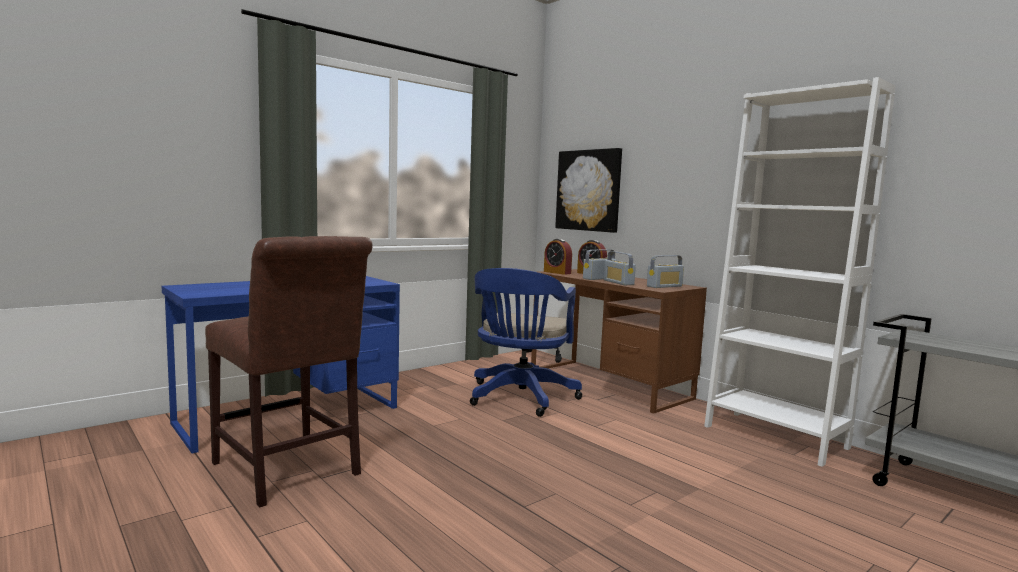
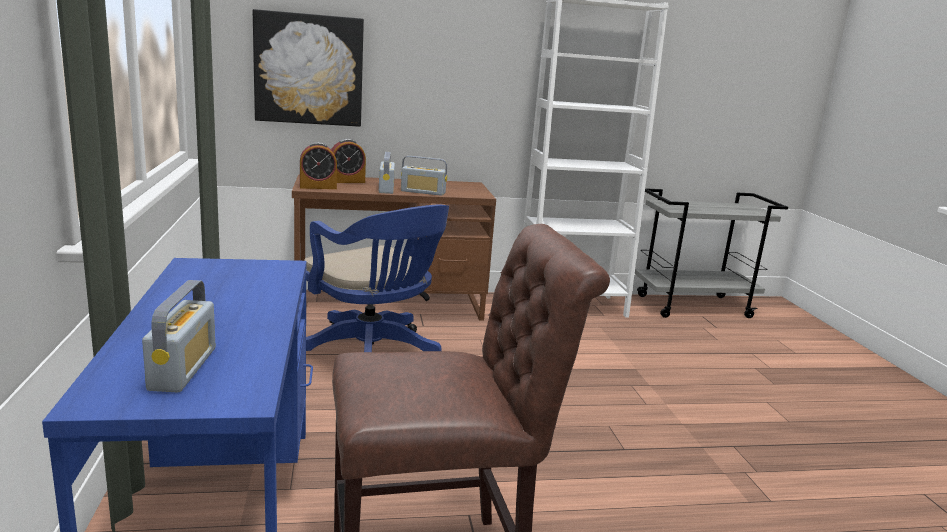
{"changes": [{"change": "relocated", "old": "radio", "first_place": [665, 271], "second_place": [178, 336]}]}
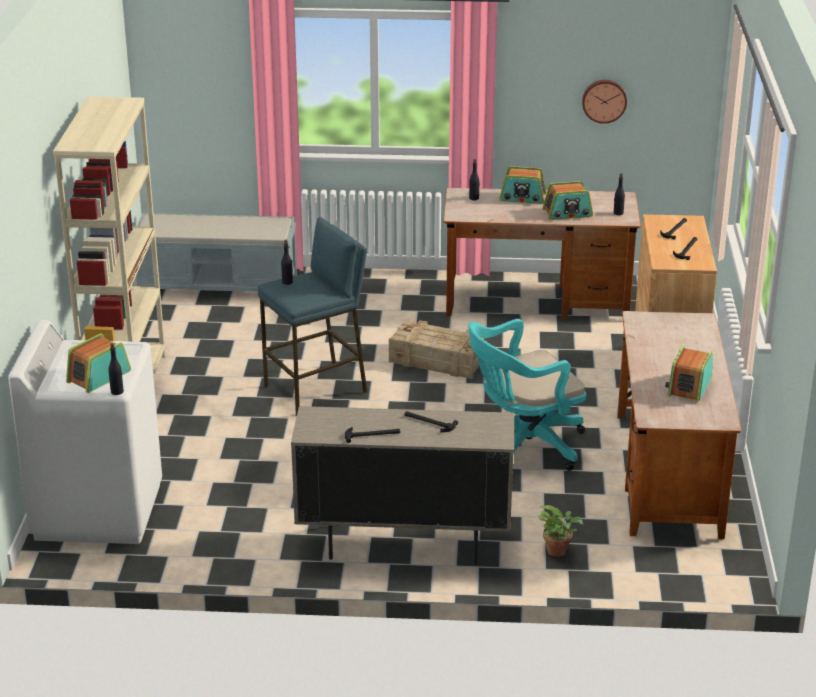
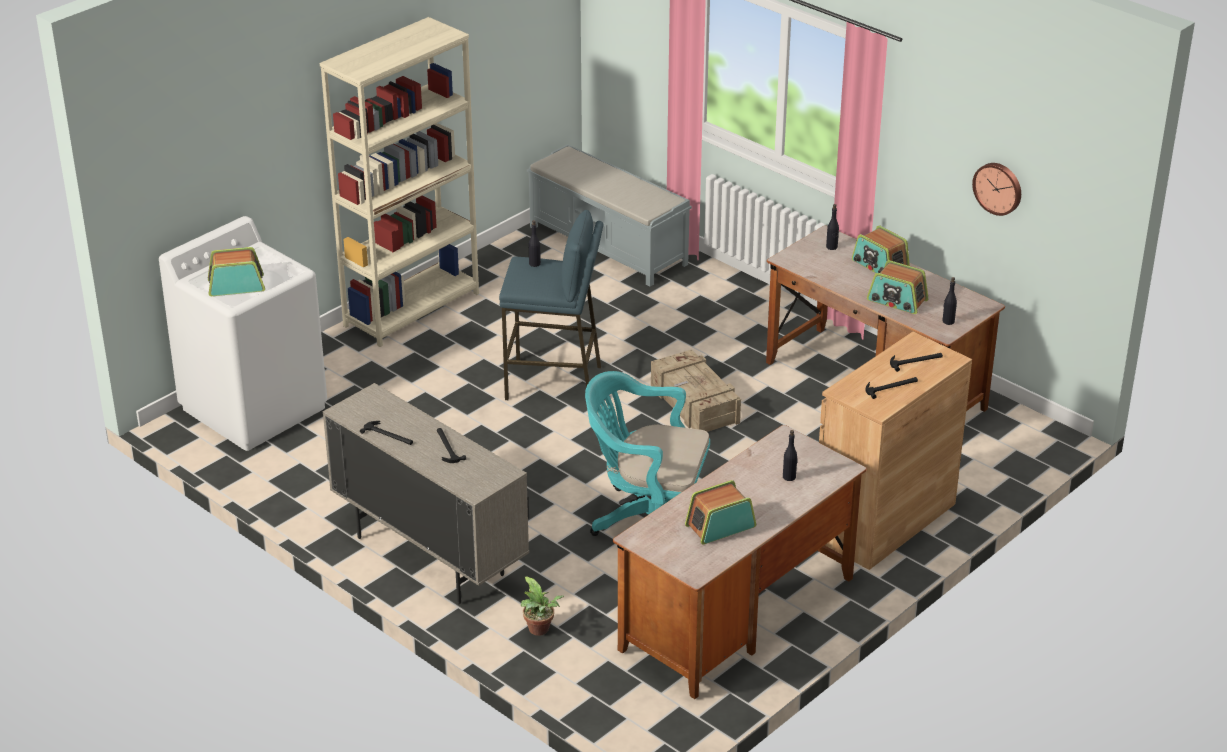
{"changes": [{"change": "relocated", "old": "bouteille (noir)", "first_place": [116, 369], "second_place": [790, 455]}]}
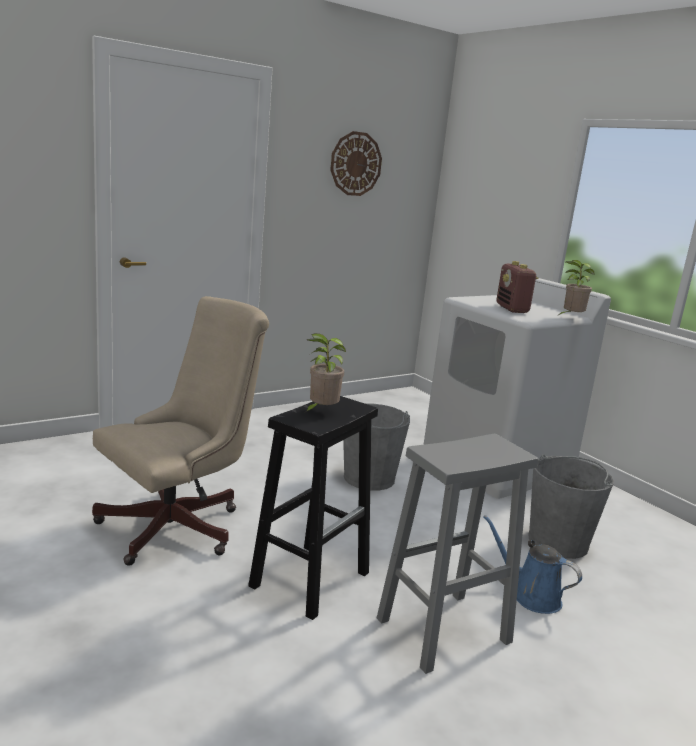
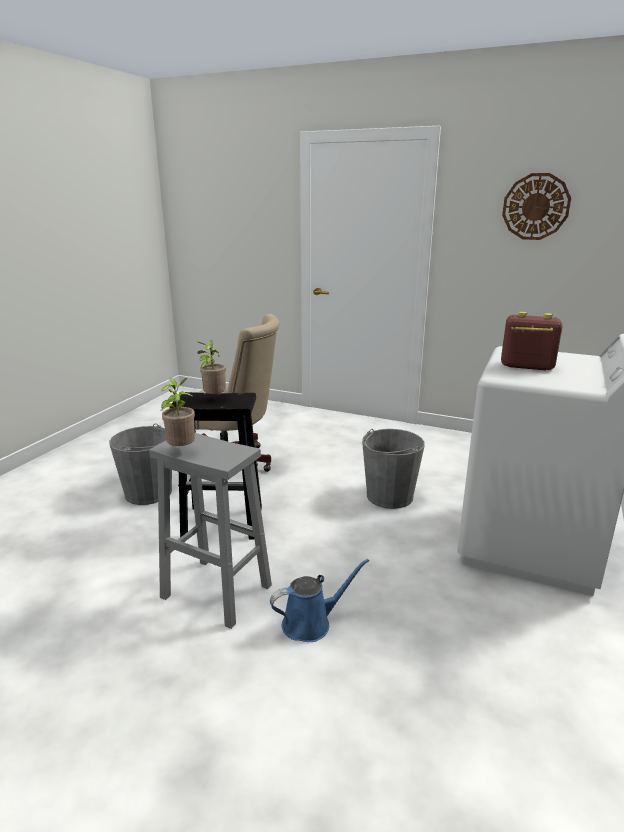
{"changes": [{"change": "relocated", "old": "seau (gris)", "first_place": [571, 506], "second_place": [140, 464]}, {"change": "relocated", "old": "plante en pot", "first_place": [576, 288], "second_place": [178, 412]}, {"change": "spun", "old": "arrosoir (bleu)", "first_place": [533, 564], "second_place": [319, 600], "degrees": 60}, {"change": "spun", "old": "radio", "first_place": [517, 287], "second_place": [531, 341], "degrees": 60}]}
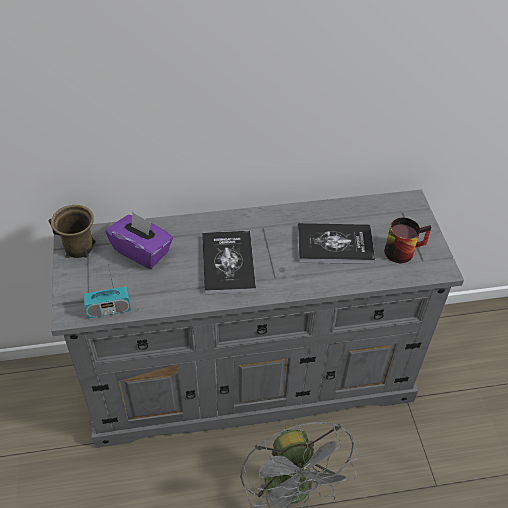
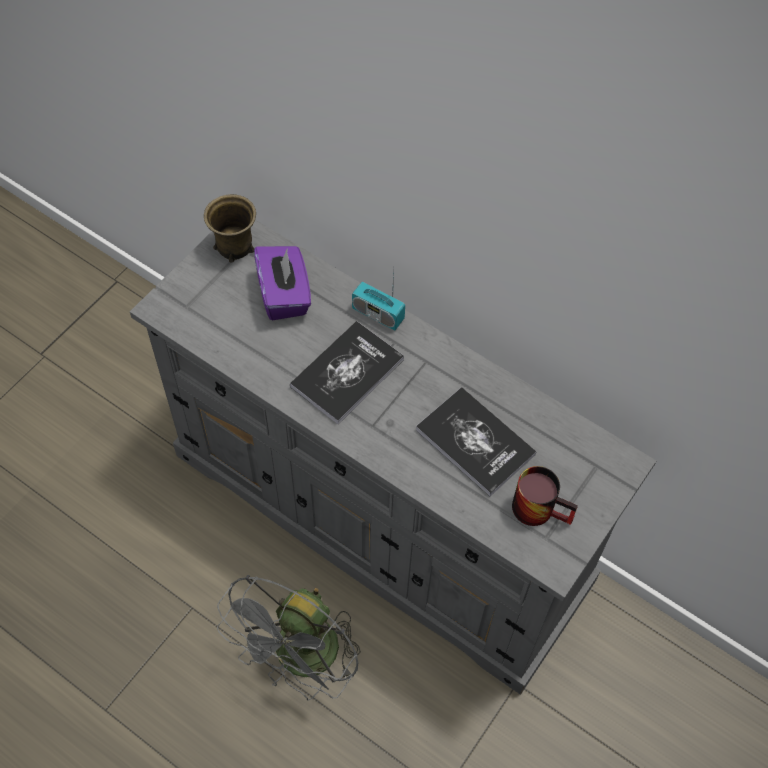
{"changes": [{"change": "relocated", "old": "radio", "first_place": [107, 289], "second_place": [378, 300]}]}
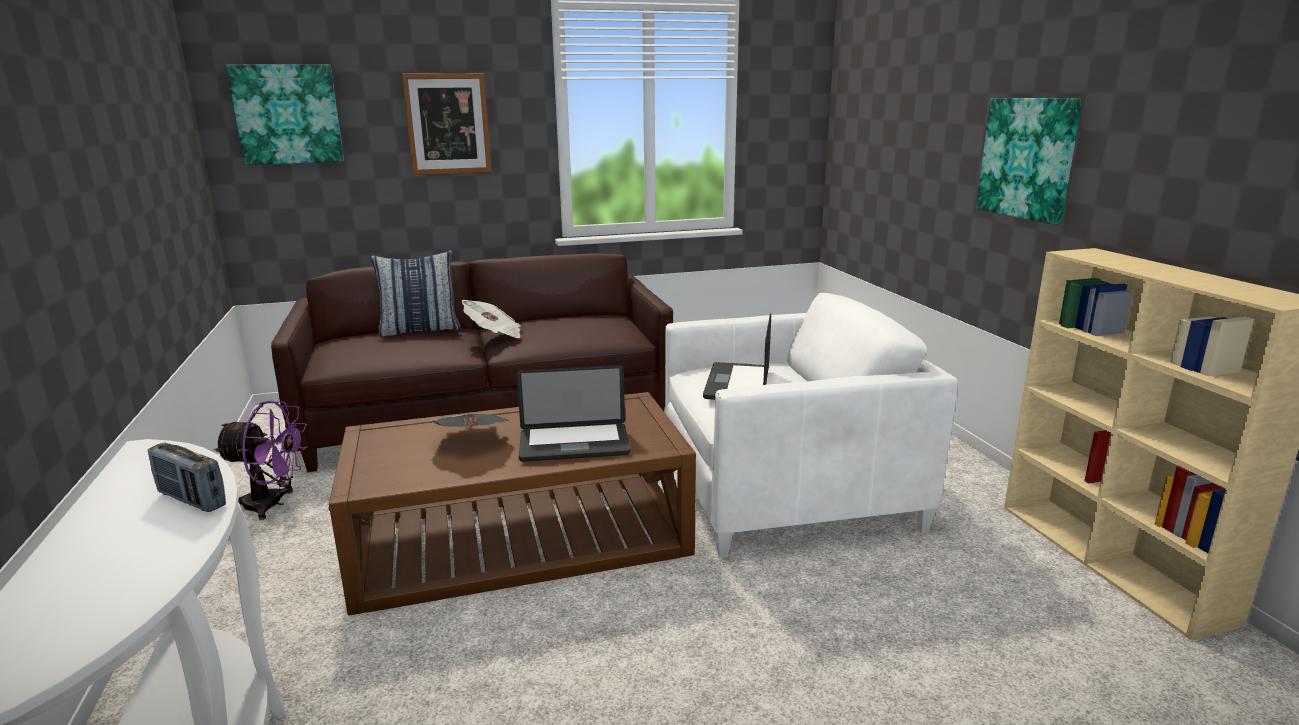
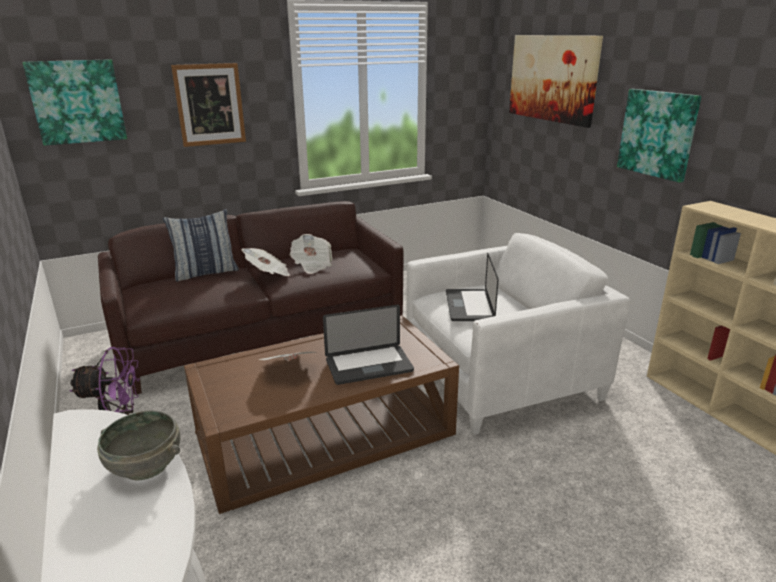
{"changes": [{"change": "appeared", "new": "journal", "second_place": [311, 254]}, {"change": "appeared", "new": "tableau", "second_place": [556, 81]}, {"change": "exchanged", "old": "radio", "new": "bol (gris)", "first_place": [187, 477], "second_place": [138, 445]}]}
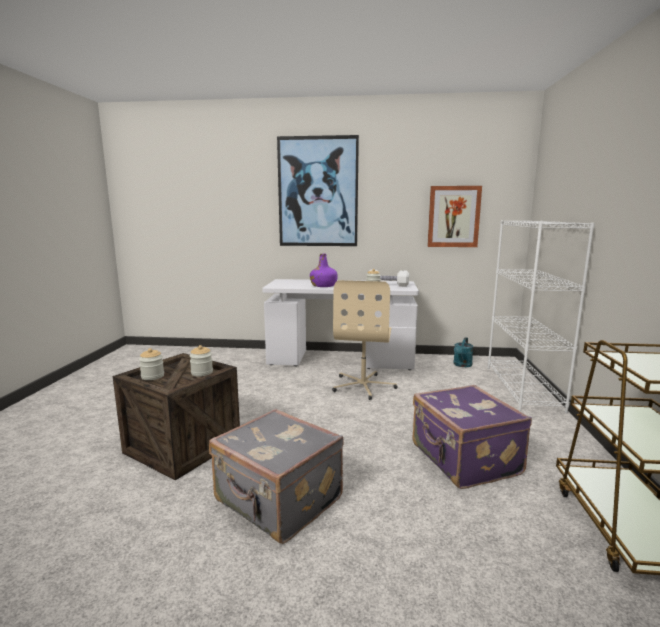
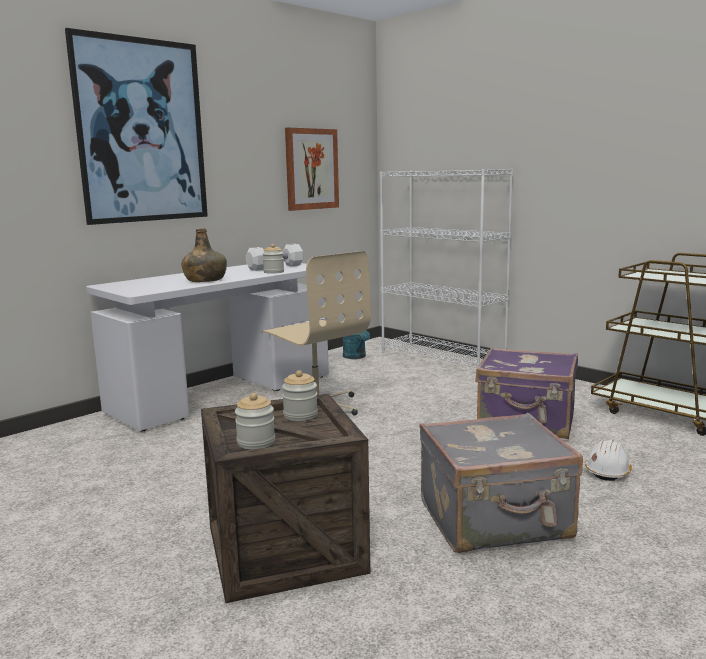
{"changes": [{"change": "appeared", "new": "casque de chantier (blanc)", "second_place": [608, 460]}, {"change": "colour", "old": "bouteille (violet)", "new": "bouteille (vert)", "first_place": [324, 270], "second_place": [204, 255]}]}
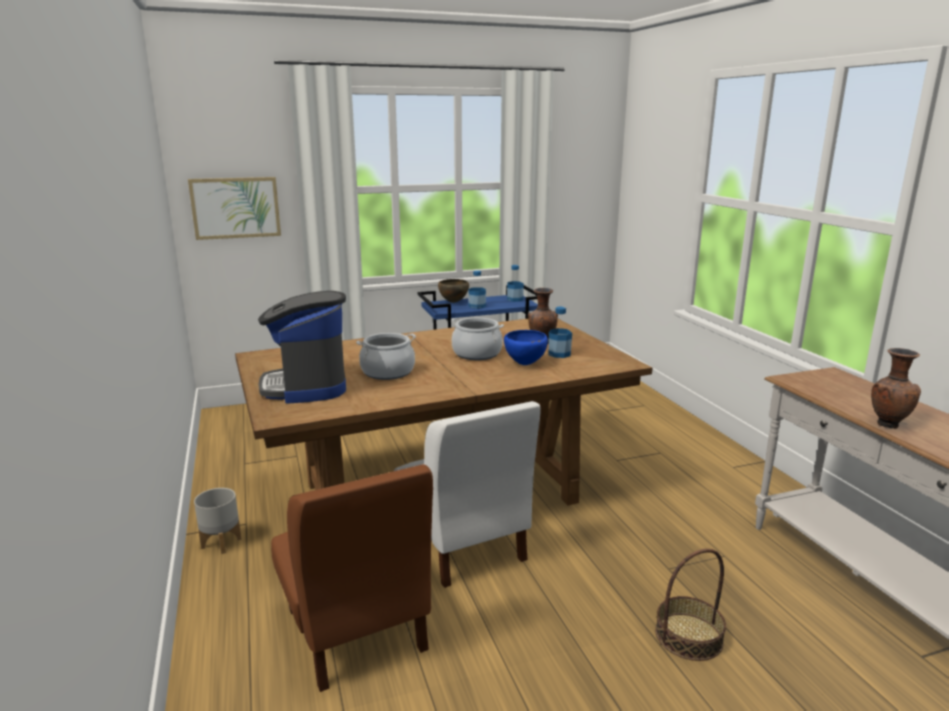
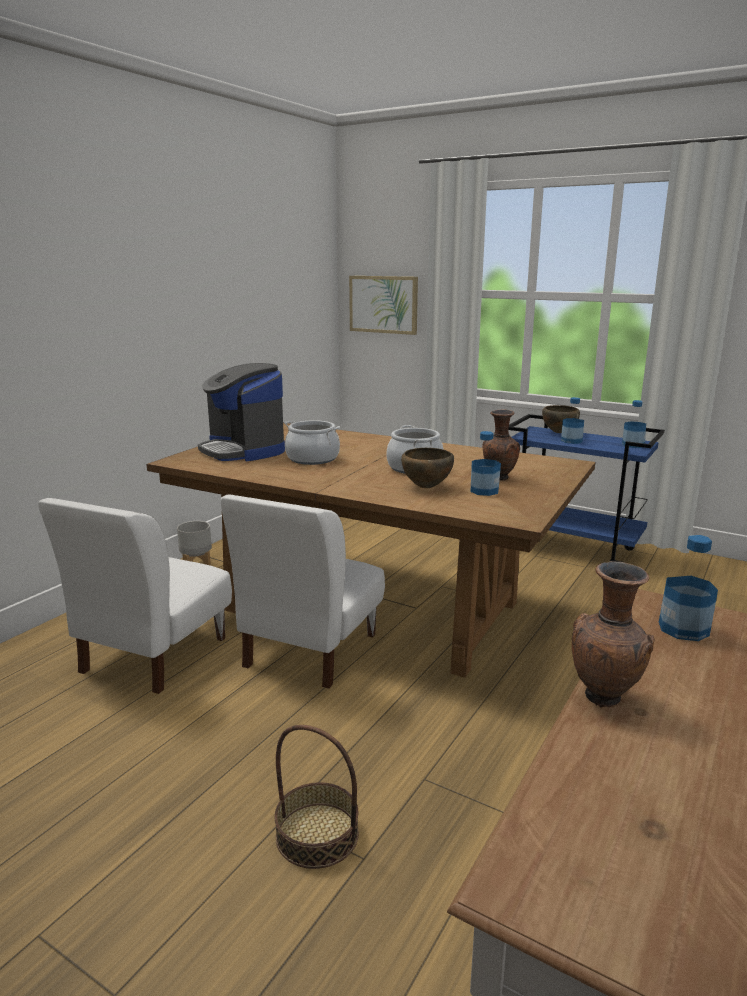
{"changes": [{"change": "appeared", "new": "bouteille", "second_place": [688, 588]}, {"change": "colour", "old": "chaise (marron)", "new": "chaise (blanc)", "first_place": [352, 578], "second_place": [135, 596]}, {"change": "colour", "old": "bol (bleu)", "new": "bol (marron)", "first_place": [526, 347], "second_place": [427, 468]}, {"change": "spun", "old": "machine à café", "first_place": [302, 347], "second_place": [241, 412], "degrees": -75}]}
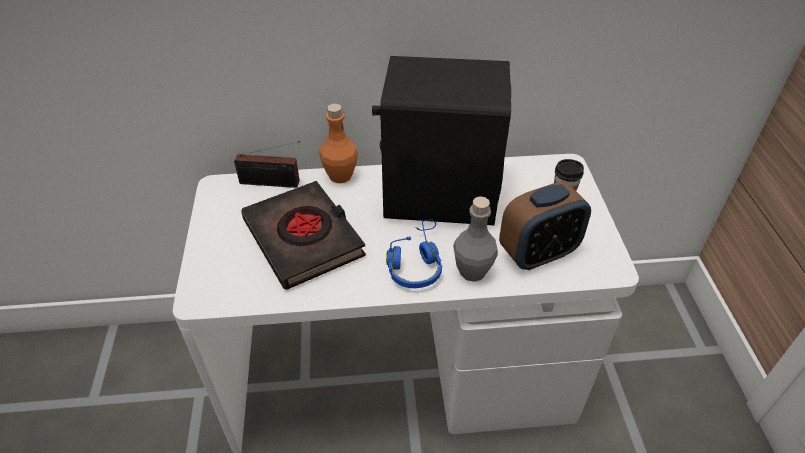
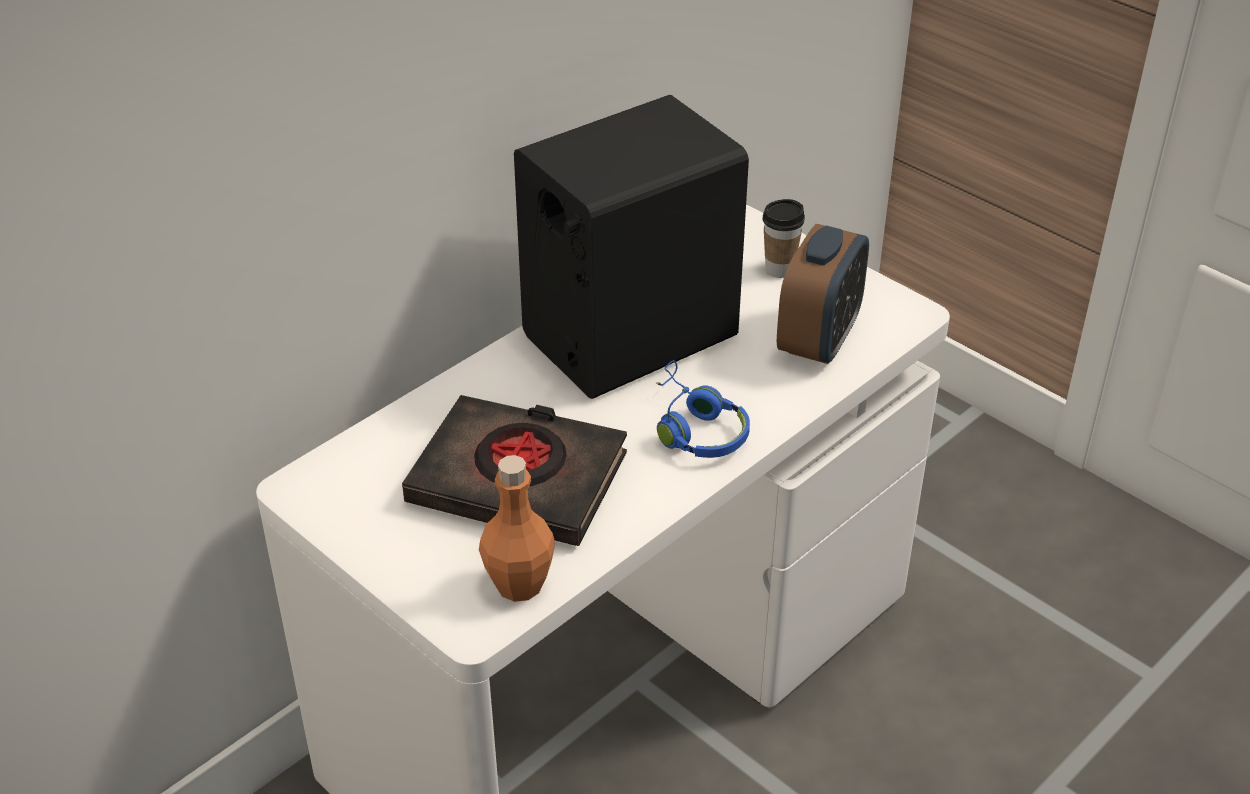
{"changes": [{"change": "missing", "old": "radio", "first_place": [267, 164]}, {"change": "missing", "old": "bouteille (gris)", "first_place": [475, 239]}, {"change": "relocated", "old": "bouteille (orange)", "first_place": [338, 143], "second_place": [517, 528]}]}
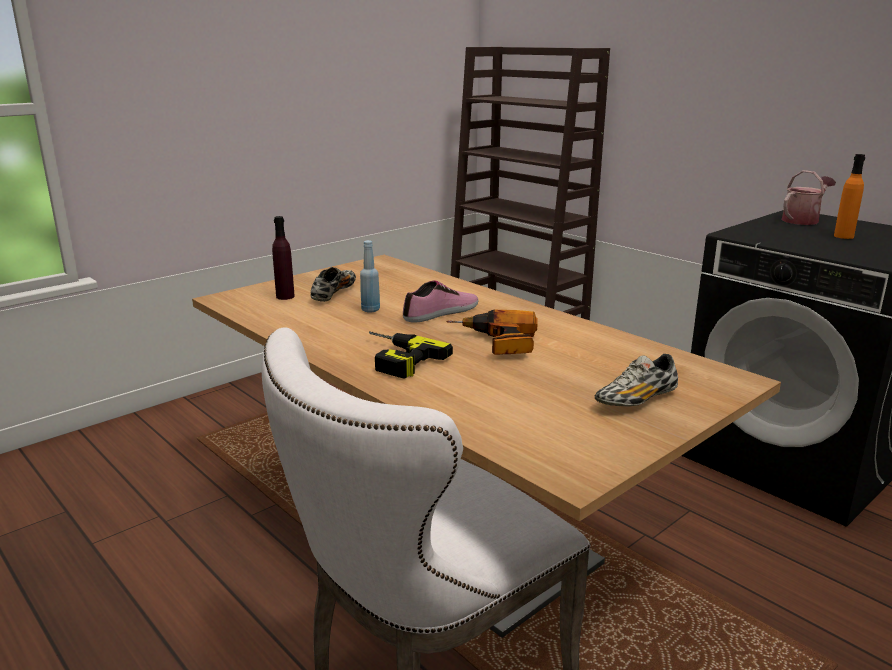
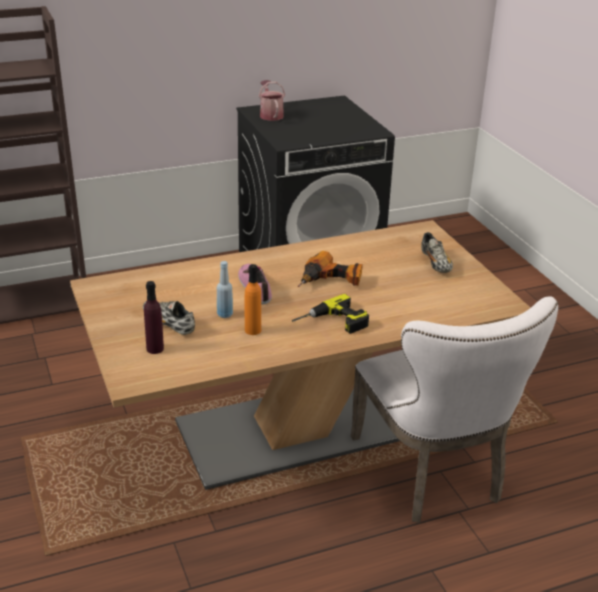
{"changes": [{"change": "relocated", "old": "bouteille (orange)", "first_place": [849, 196], "second_place": [253, 299]}]}
